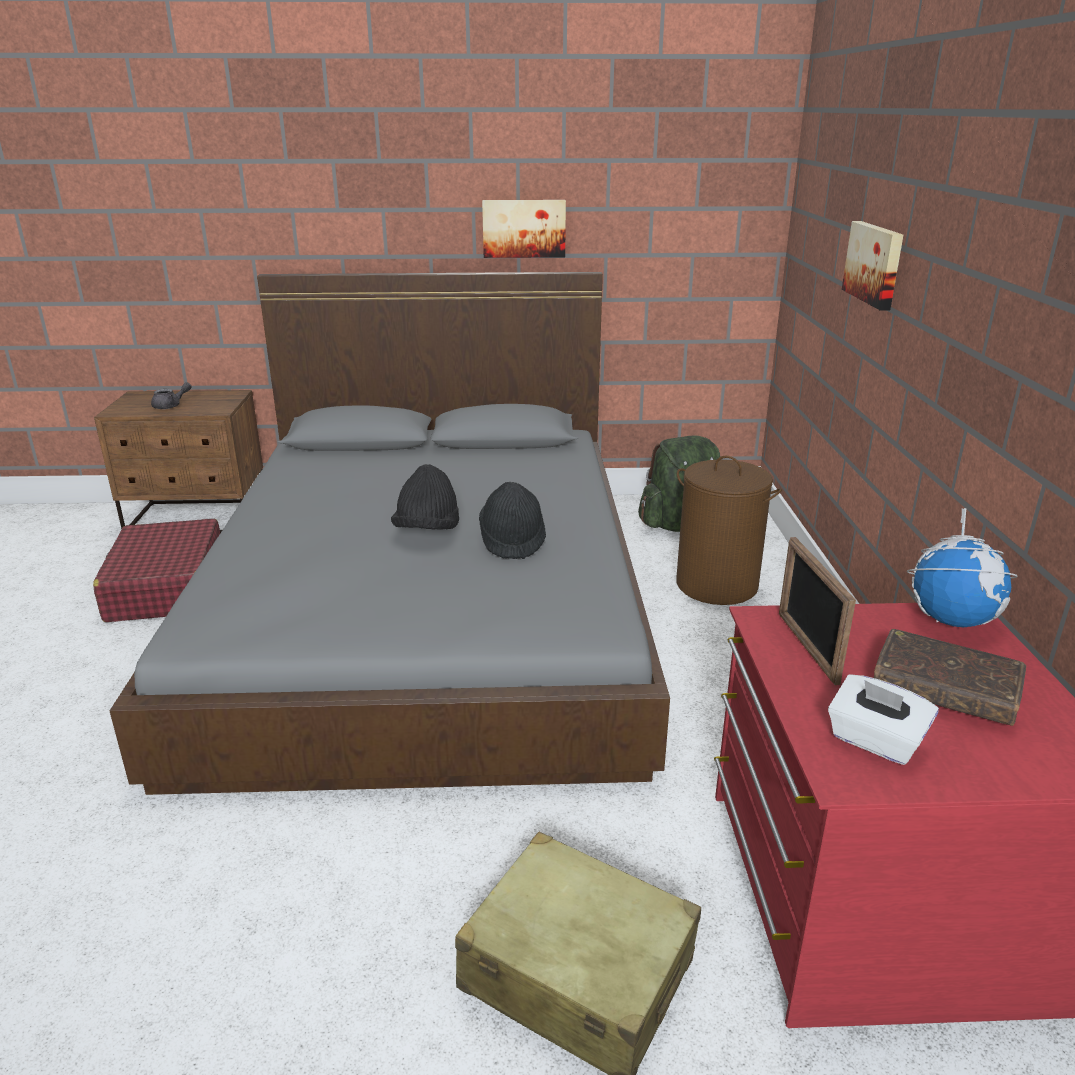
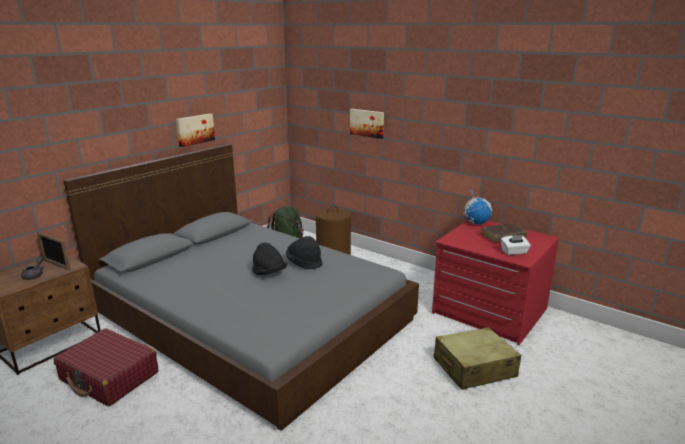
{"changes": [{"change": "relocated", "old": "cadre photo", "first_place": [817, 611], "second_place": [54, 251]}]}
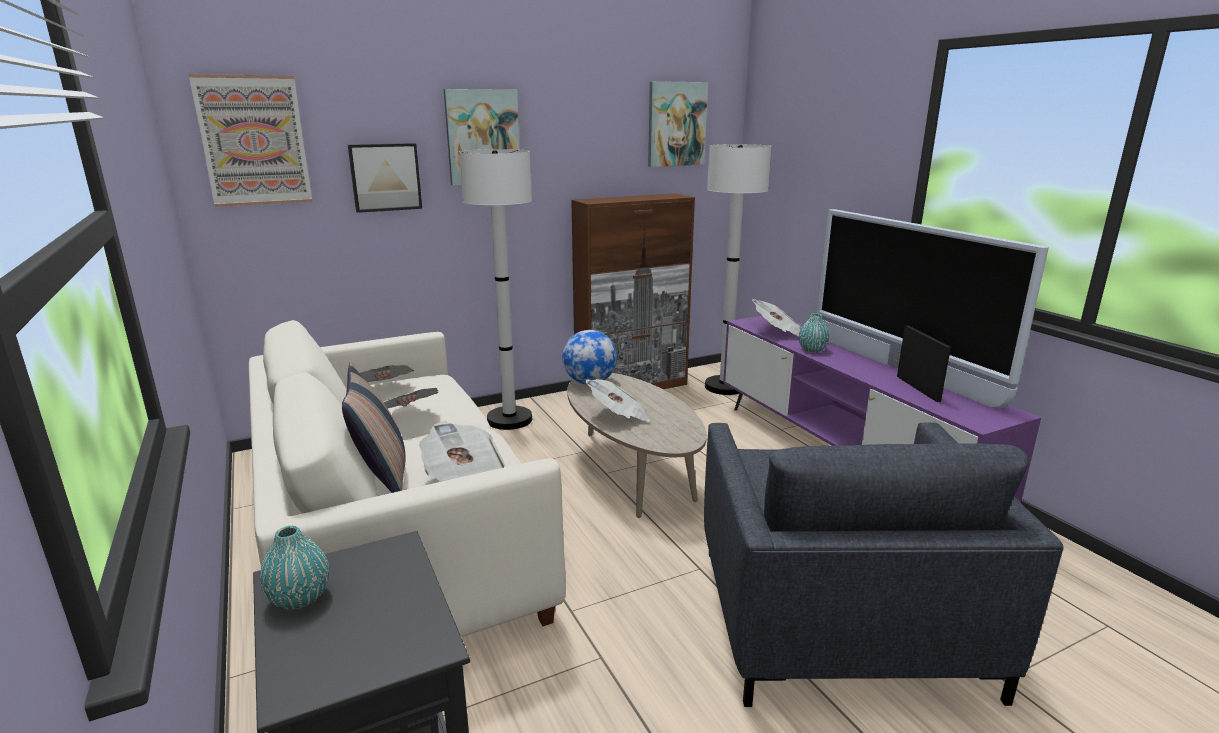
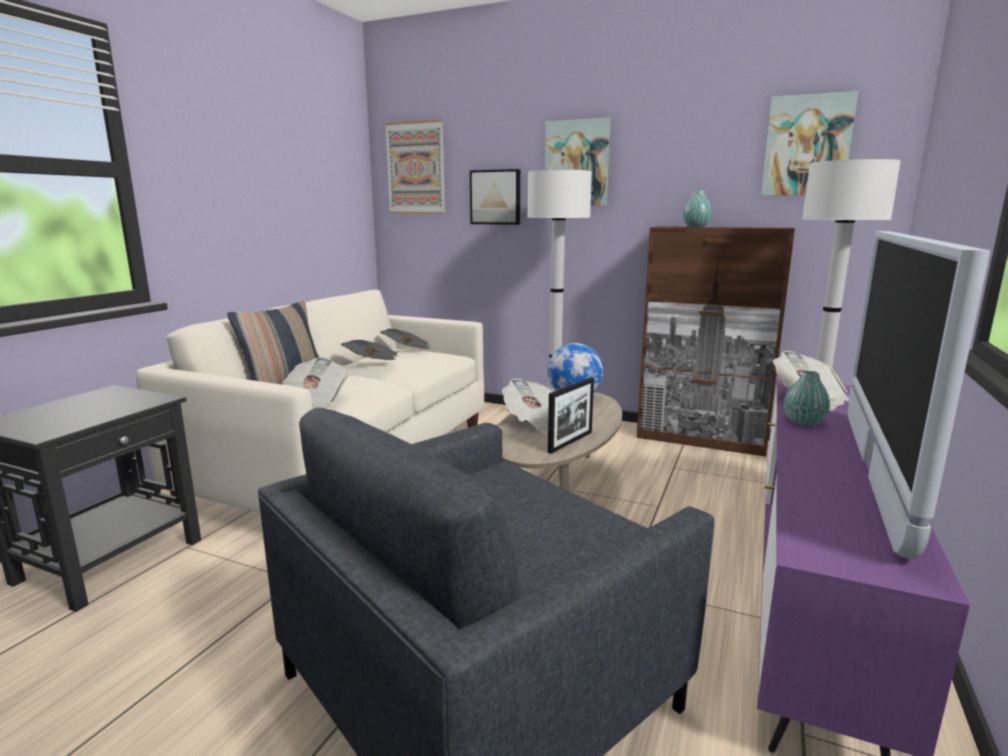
{"changes": [{"change": "relocated", "old": "vase (turquoise)", "first_place": [294, 567], "second_place": [697, 208]}, {"change": "relocated", "old": "cadre photo", "first_place": [924, 364], "second_place": [571, 415]}]}
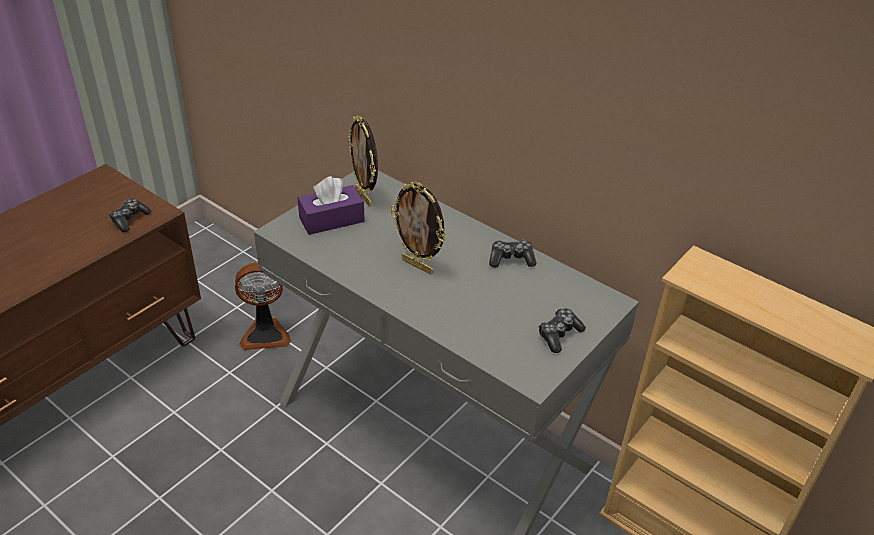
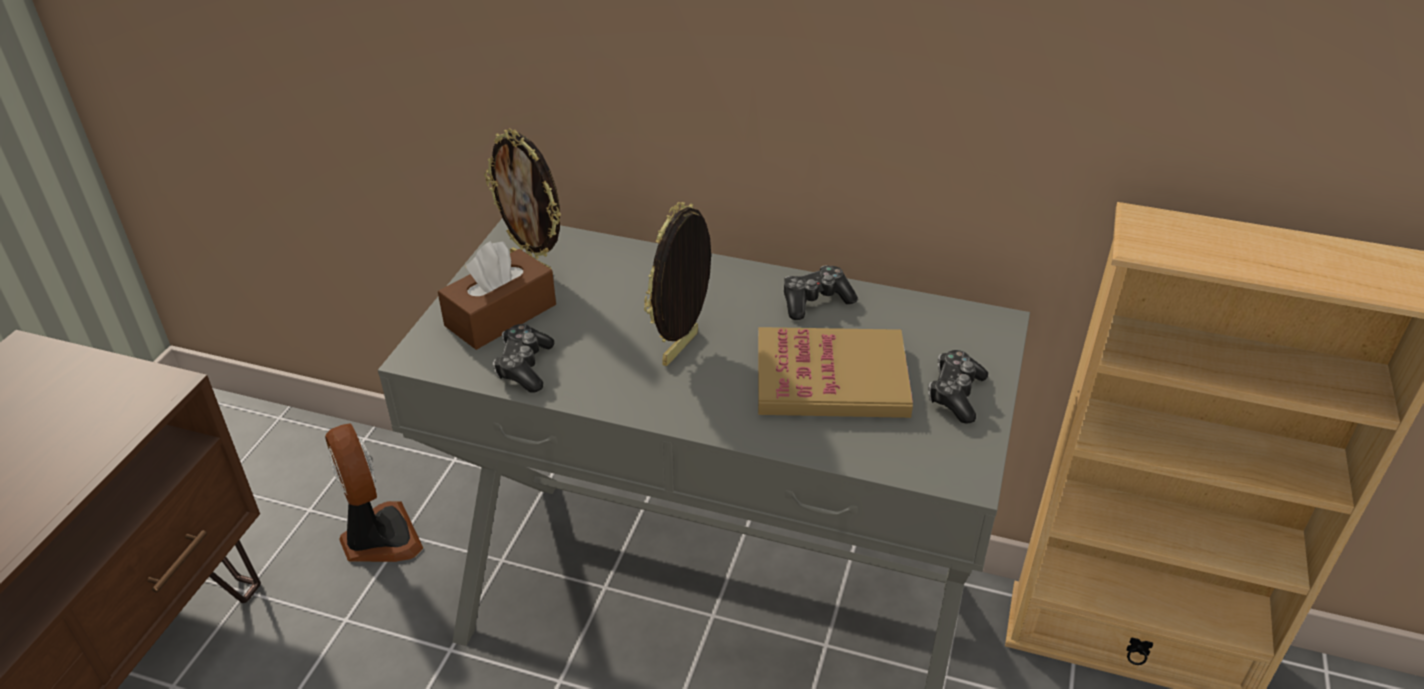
{"changes": [{"change": "appeared", "new": "livre", "second_place": [835, 372]}, {"change": "relocated", "old": "manette", "first_place": [130, 215], "second_place": [523, 358]}, {"change": "colour", "old": "boîte à mouchoirs (violet)", "new": "boîte à mouchoirs (marron)", "first_place": [330, 205], "second_place": [497, 295]}, {"change": "spun", "old": "ventilateur", "first_place": [263, 306], "second_place": [374, 492], "degrees": -90}, {"change": "spun", "old": "cadre photo", "first_place": [418, 228], "second_place": [677, 284], "degrees": 105}]}
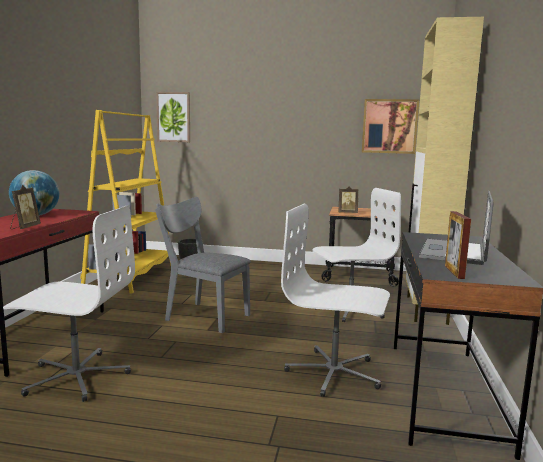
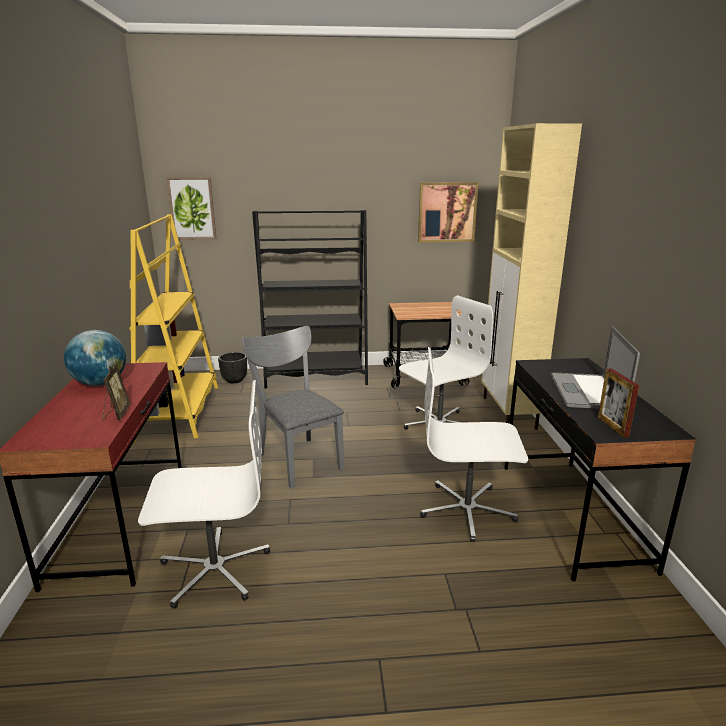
{"changes": [{"change": "missing", "old": "cadre photo", "first_place": [349, 200]}, {"change": "appeared", "new": "bibliothèque (noir)", "second_place": [310, 299]}, {"change": "spun", "old": "chaise (gris)", "first_place": [203, 265], "second_place": [292, 407], "degrees": 45}]}
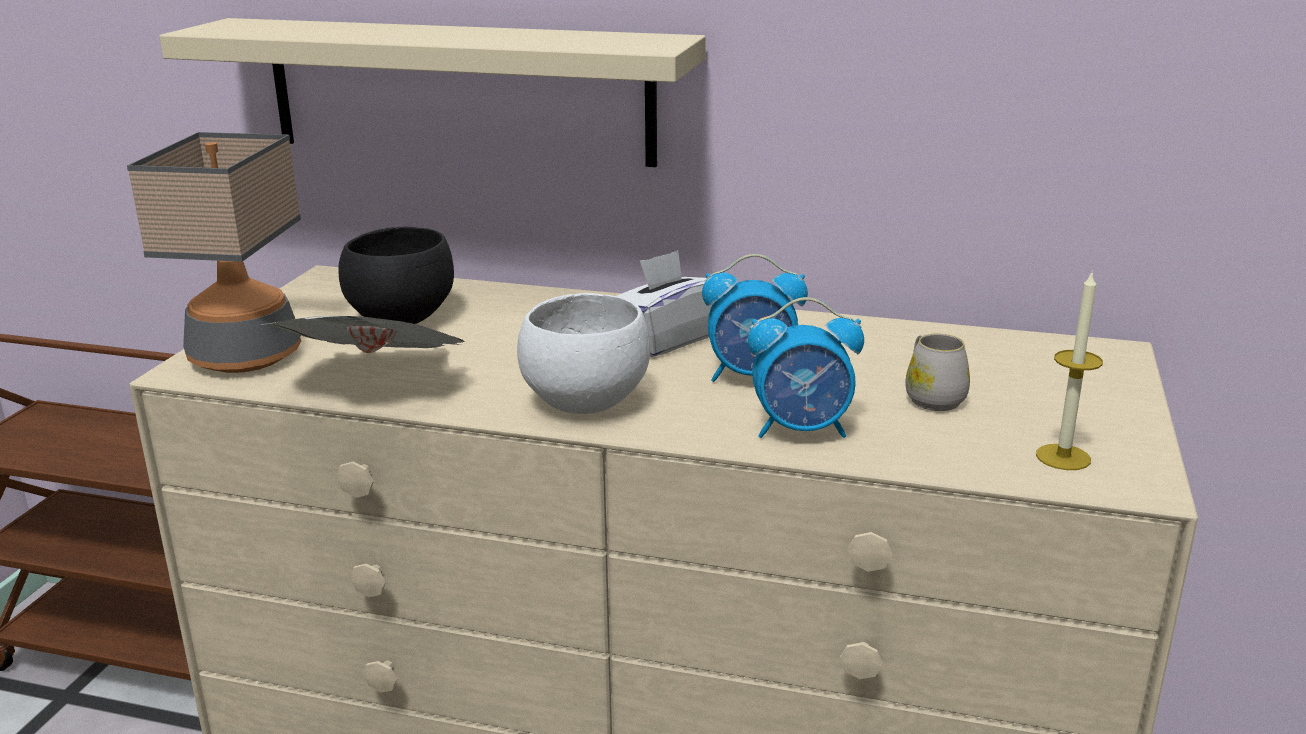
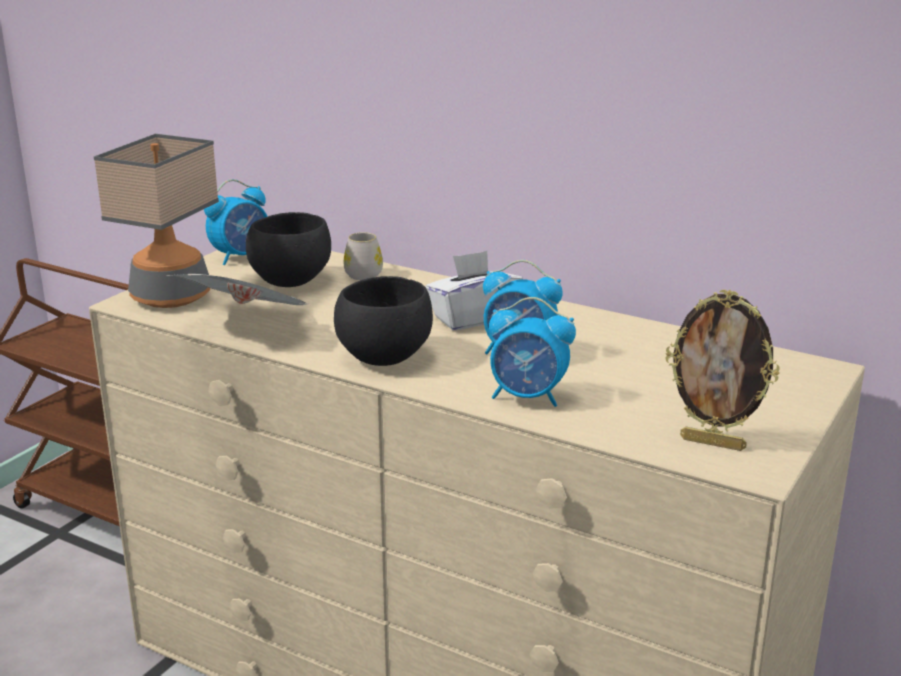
{"changes": [{"change": "missing", "old": "étagère (beige)", "first_place": [432, 92]}, {"change": "appeared", "new": "réveil", "second_place": [236, 222]}, {"change": "relocated", "old": "mug (blanc)", "first_place": [938, 372], "second_place": [363, 256]}, {"change": "exchanged", "old": "bougie", "new": "cadre photo", "first_place": [1069, 370], "second_place": [723, 370]}, {"change": "colour", "old": "bol (blanc)", "new": "bol (noir)", "first_place": [583, 353], "second_place": [383, 321]}]}
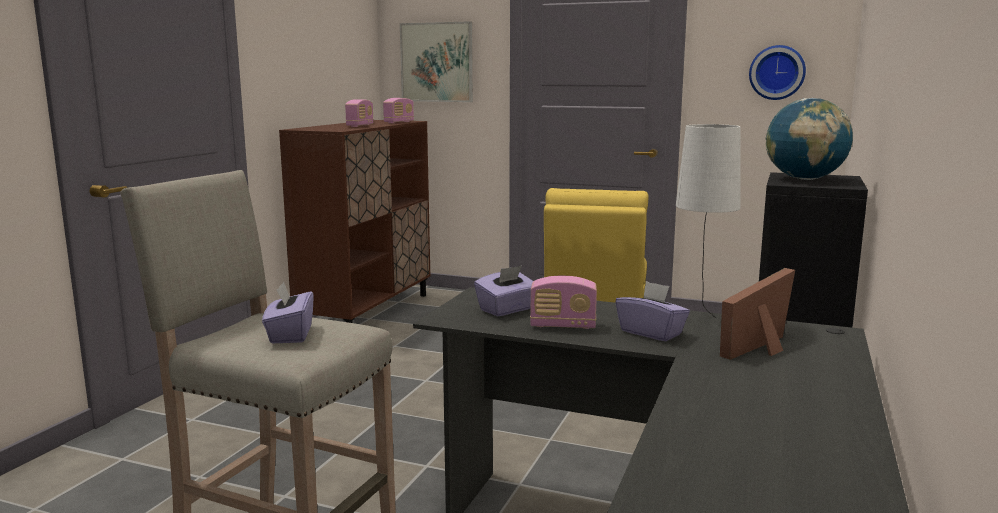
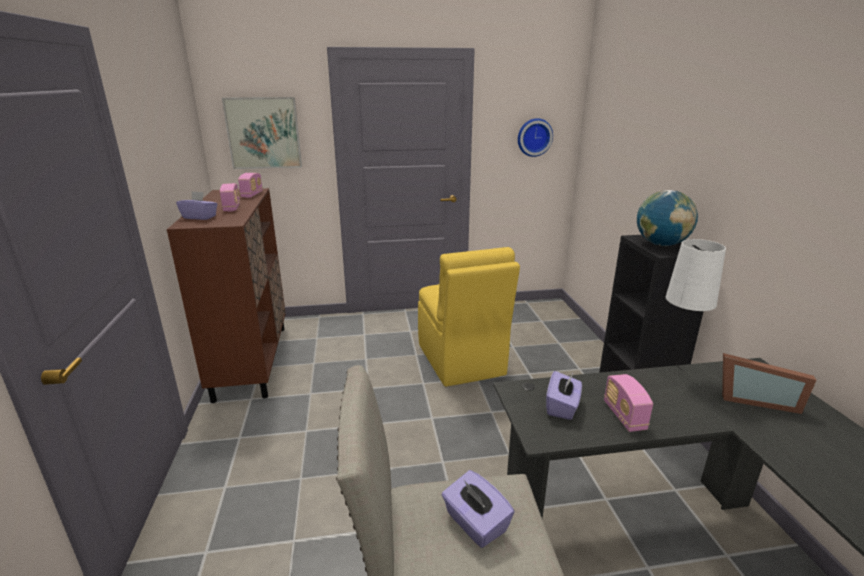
{"changes": [{"change": "relocated", "old": "boîte à mouchoirs (violet)", "first_place": [653, 311], "second_place": [197, 205]}, {"change": "spun", "old": "radio", "first_place": [563, 302], "second_place": [628, 403], "degrees": 105}, {"change": "spun", "old": "cadre photo", "first_place": [757, 314], "second_place": [769, 383], "degrees": -90}]}
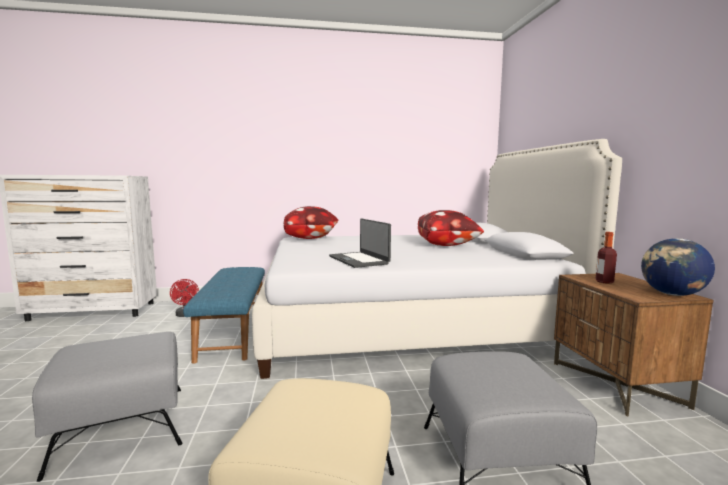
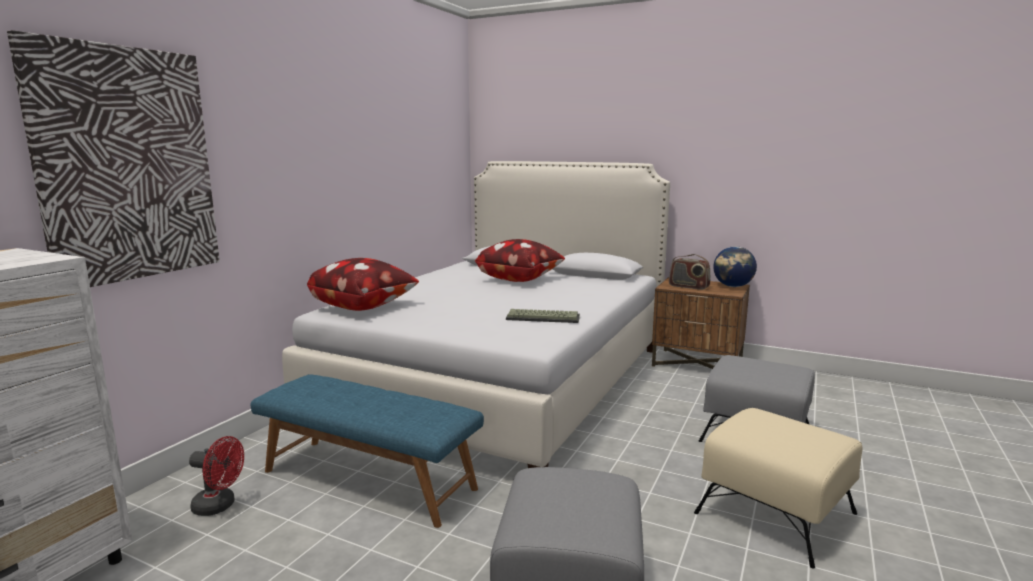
{"changes": [{"change": "appeared", "new": "tableau", "second_place": [113, 158]}, {"change": "exchanged", "old": "ordinateur portable", "new": "clavier", "first_place": [360, 243], "second_place": [543, 316]}, {"change": "exchanged", "old": "bouteille", "new": "radio", "first_place": [606, 258], "second_place": [689, 272]}]}
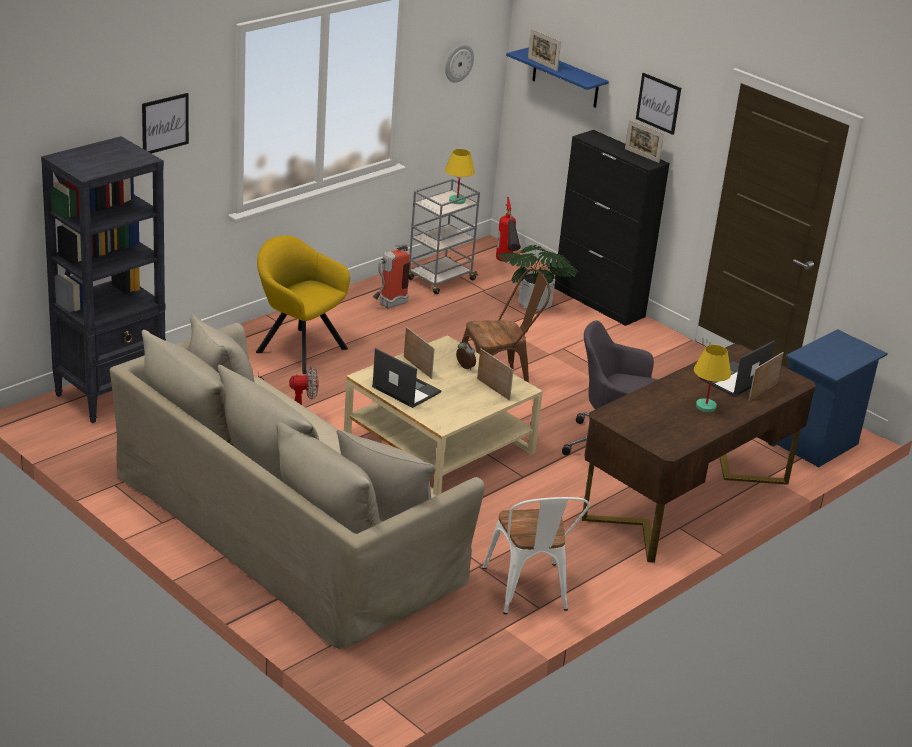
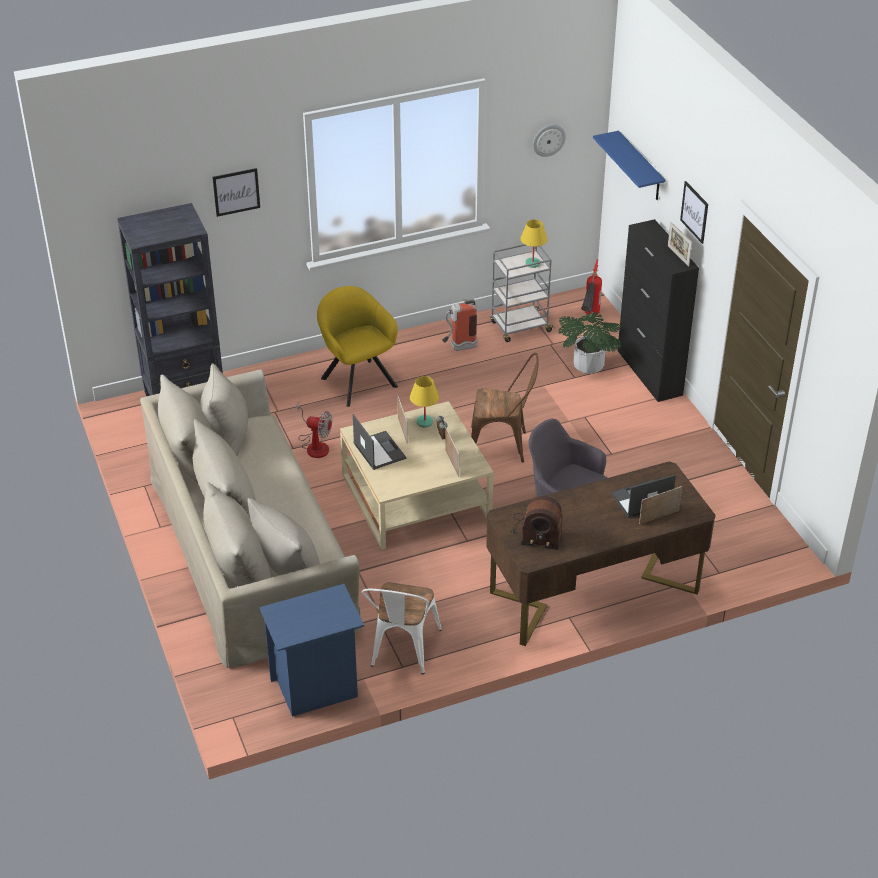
{"changes": [{"change": "missing", "old": "cadre photo", "first_place": [544, 50]}, {"change": "appeared", "new": "radio", "second_place": [537, 523]}, {"change": "relocated", "old": "lampe de table (jaune)", "first_place": [712, 378], "second_place": [424, 402]}, {"change": "relocated", "old": "table de chevet (bleu)", "first_place": [830, 398], "second_place": [311, 650]}]}
